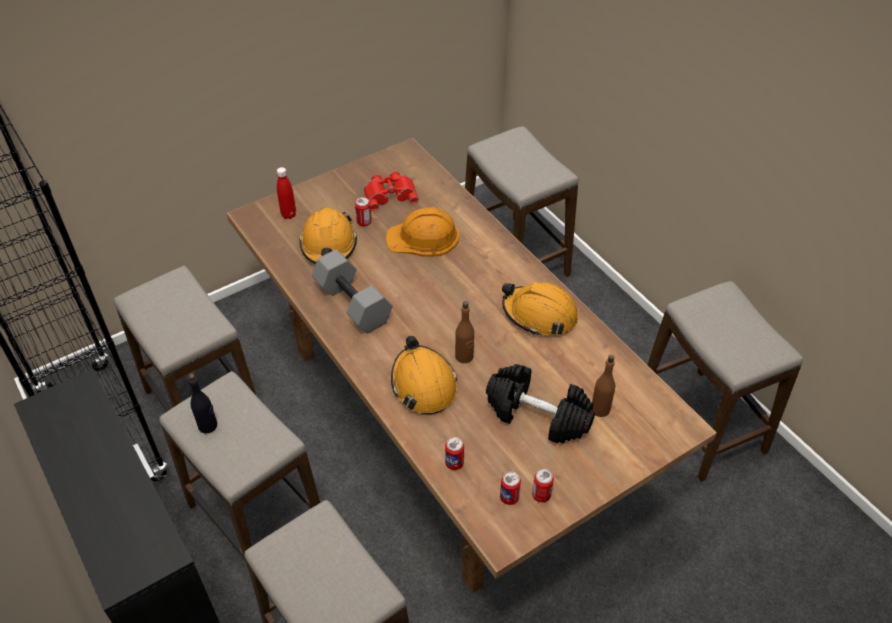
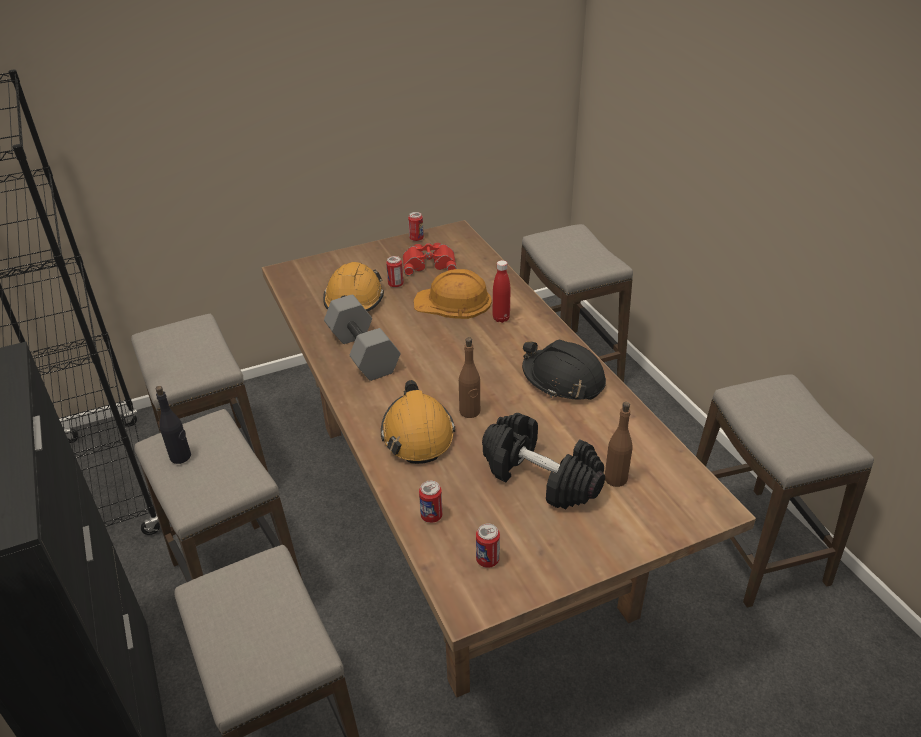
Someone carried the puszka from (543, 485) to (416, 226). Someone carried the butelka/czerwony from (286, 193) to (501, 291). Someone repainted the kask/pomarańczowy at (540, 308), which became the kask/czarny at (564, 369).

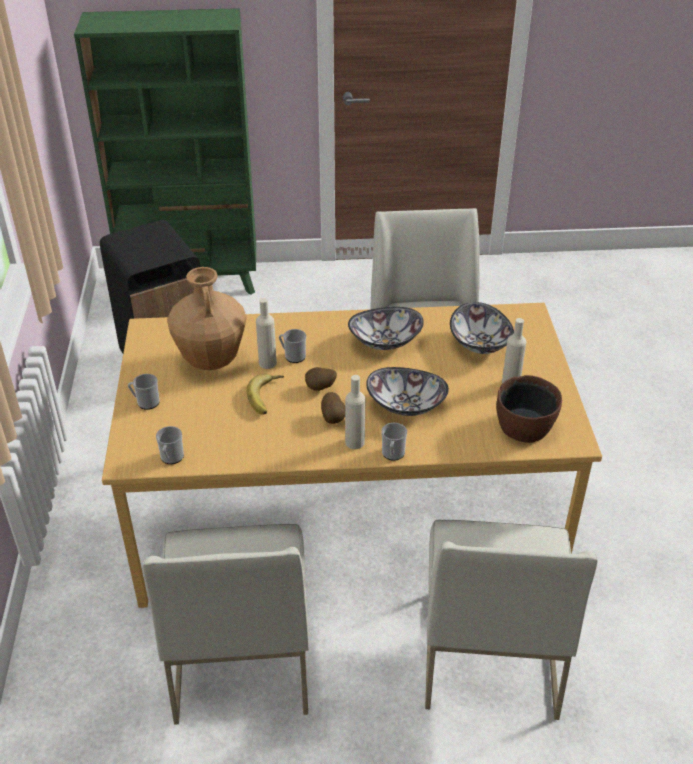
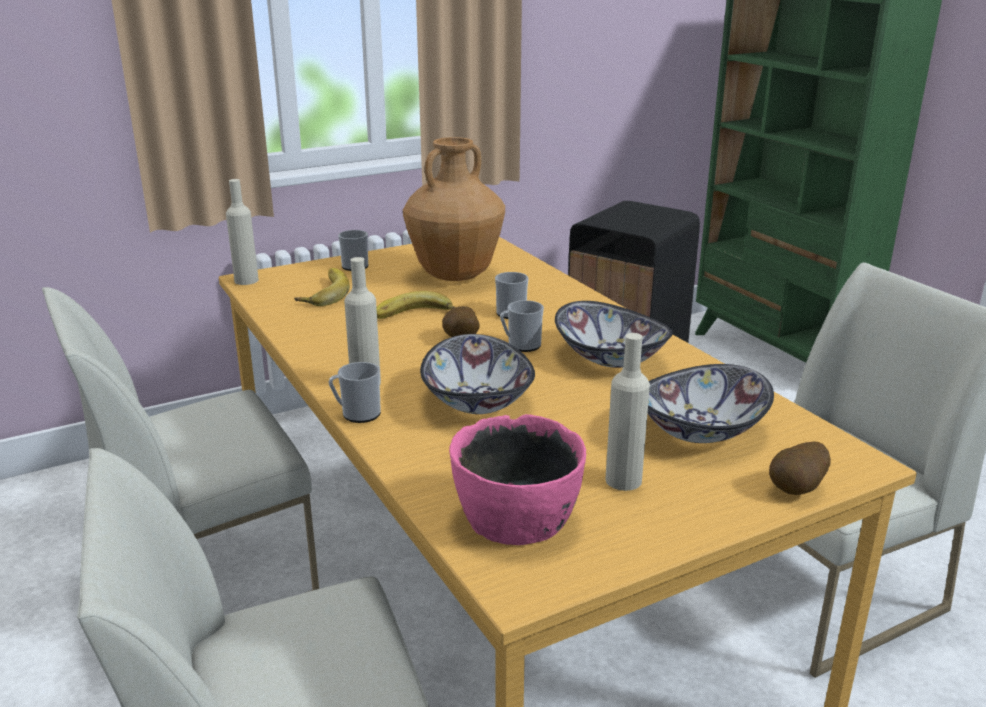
Someone carried the butelka/beżowy from (266, 333) to (242, 232). Someone put down the banan at (322, 287). Someone repainted the miska/brązowy at (529, 409), which became the miska/różowy at (517, 479). Someone carried the kubek from (170, 445) to (522, 326). Someone carried the ziemniak from (333, 408) to (800, 468).

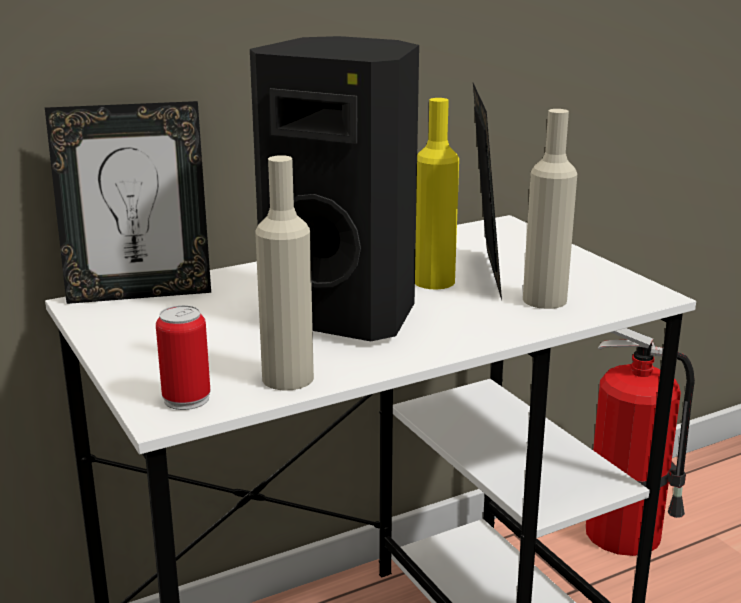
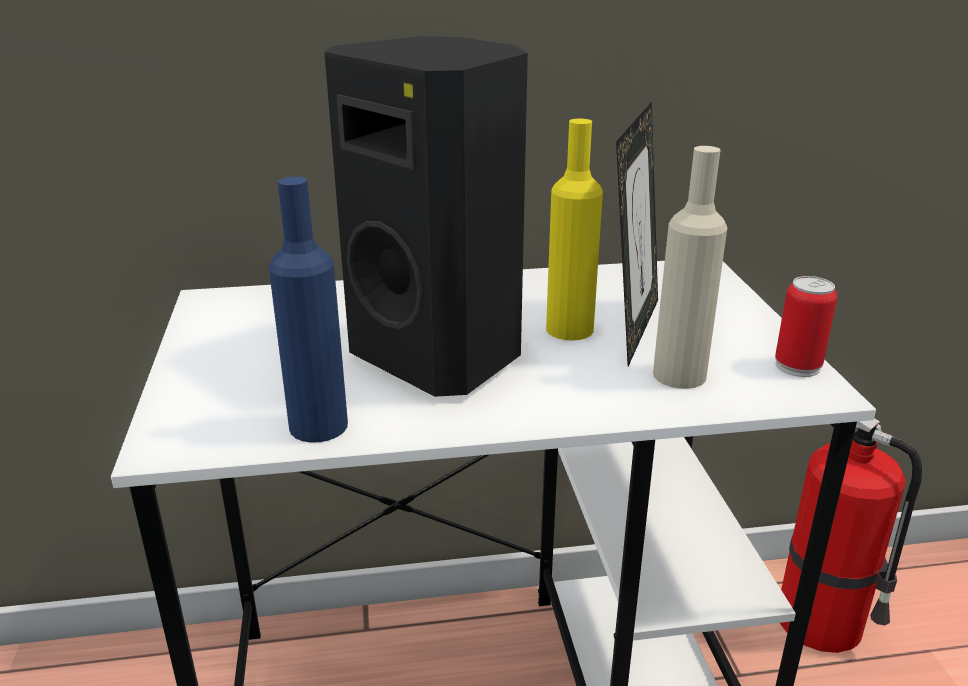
Someone repainted the butelka/beżowy at (284, 273), which became the butelka/niebieski at (308, 309). Someone carried the puszka from (183, 357) to (806, 326). Someone took away the ramka na zdjęcie at (128, 202).

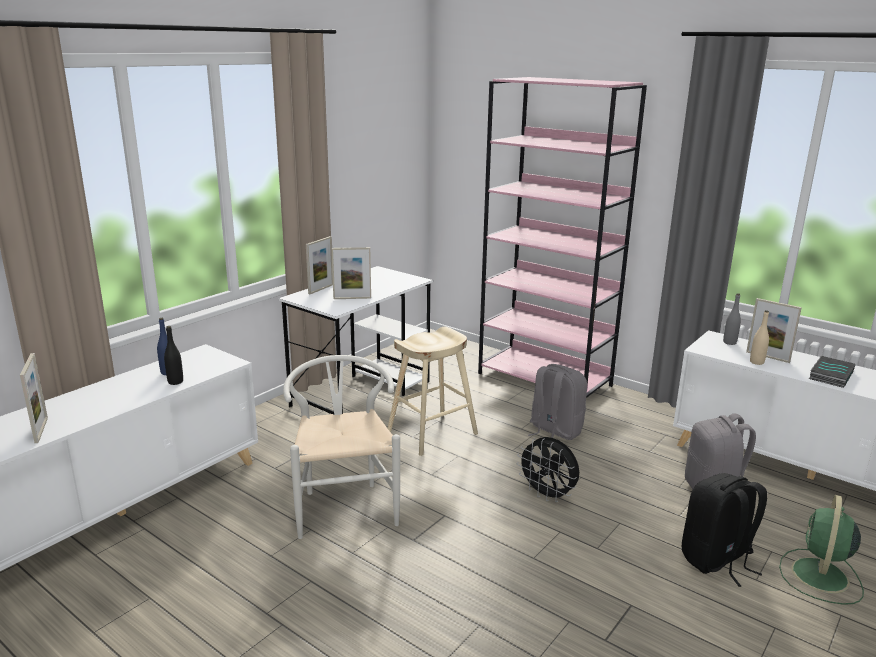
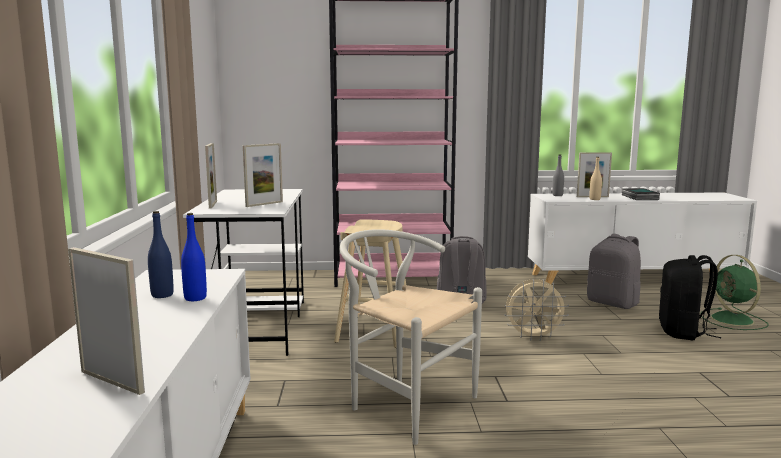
Someone repainted the butelka/czarny at (173, 355), which became the butelka/niebieski at (194, 257). Someone repainted the wentylator/czarny at (548, 469), which became the wentylator/beżowy at (536, 310).

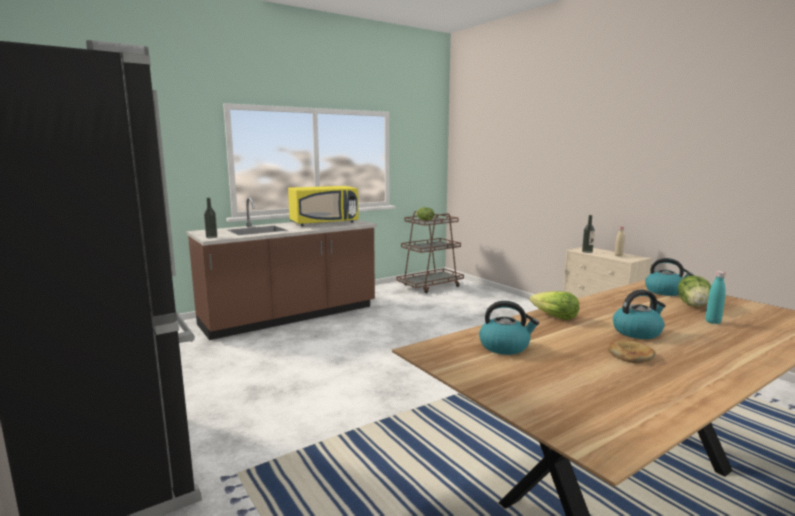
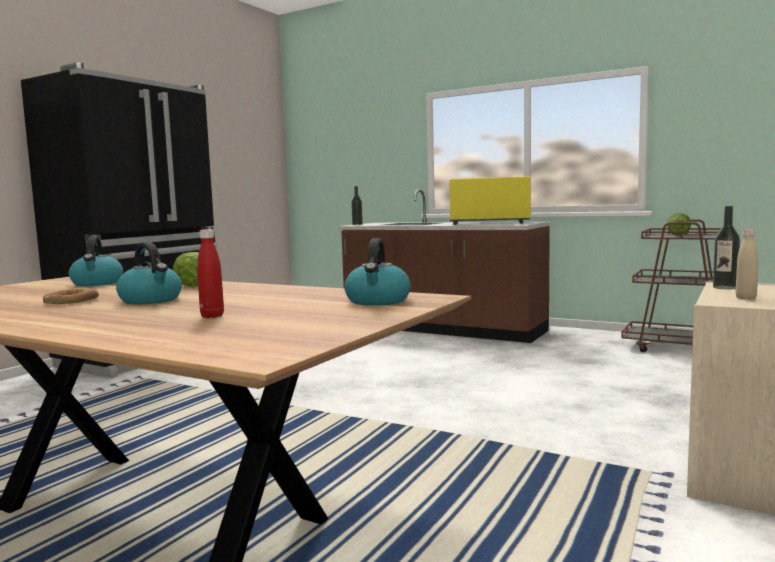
Someone repainted the butelka/turkusowy at (715, 297), which became the butelka/czerwony at (210, 273). Someone rotated the mikrofalówka/żółty at (323, 206) by 150 degrees clockwise. Someone took away the sałata at (694, 291).

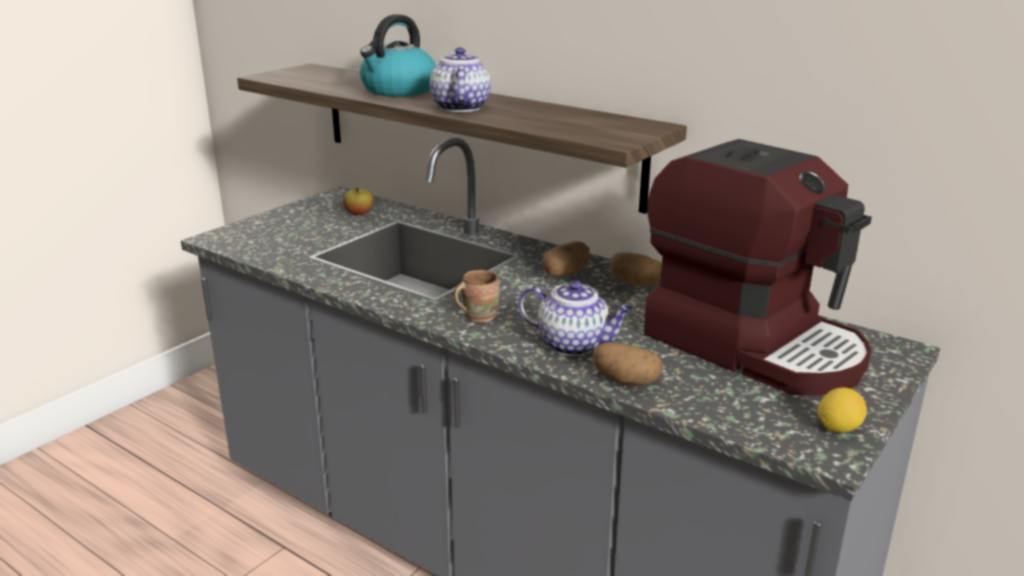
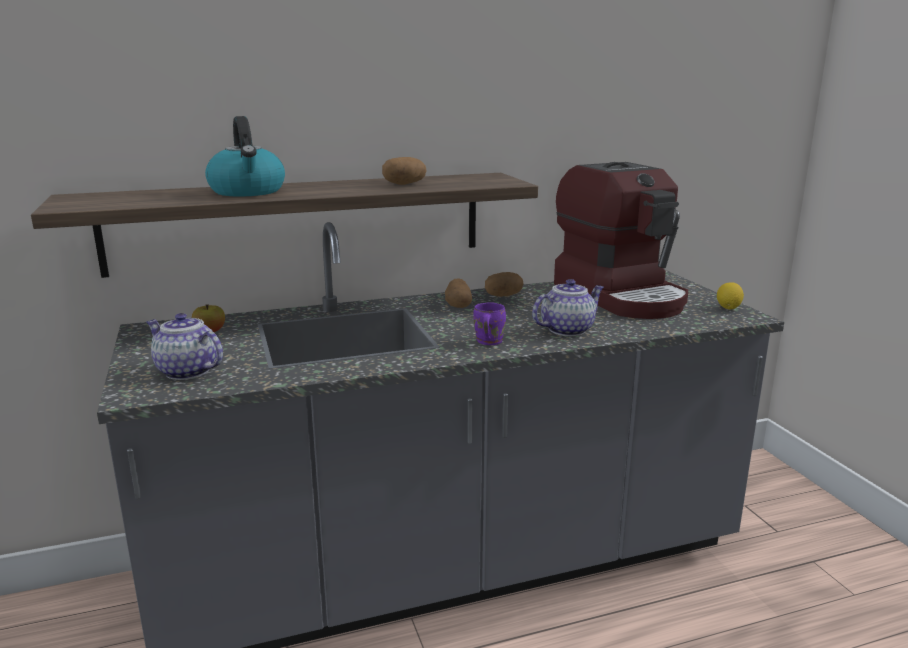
Someone carried the imbryk from (460, 79) to (184, 346). Someone carried the ziemniak from (627, 364) to (404, 171). Someone repainted the kubek/brązowy at (477, 296), which became the kubek/fioletowy at (489, 323). Someone rotated the ekspres do kawy at (758, 267) by 75 degrees clockwise.

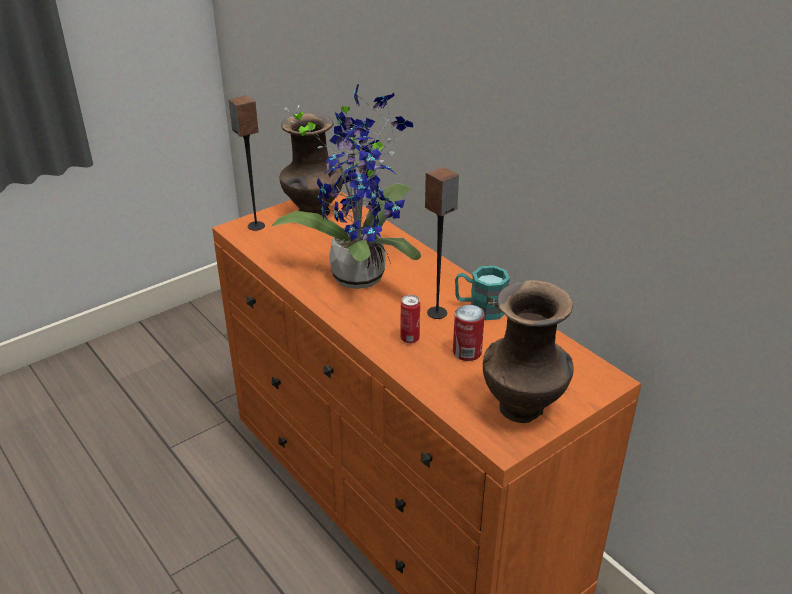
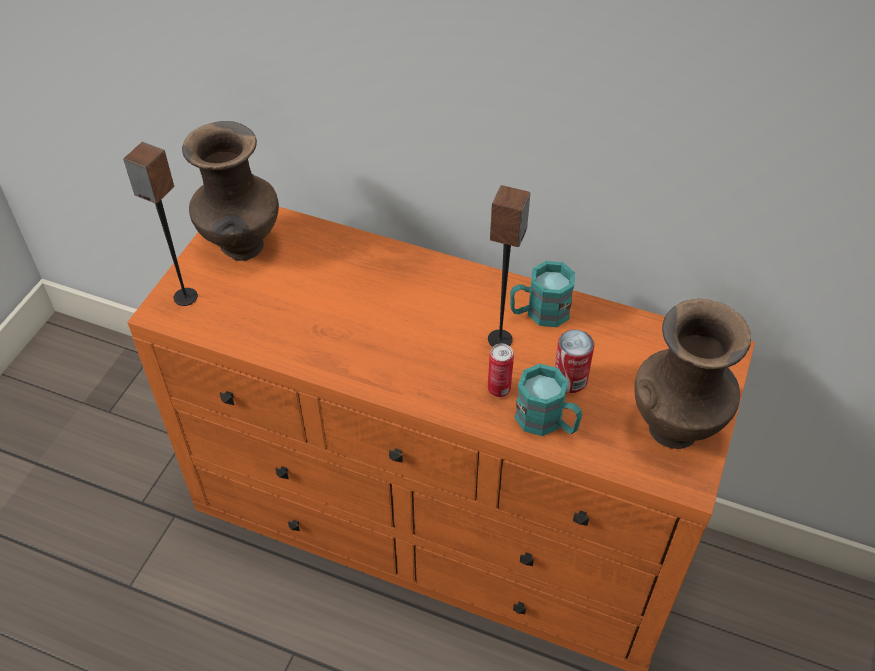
Someone put down the kubek/turkusowy at (548, 400). Someone took away the roślina doniczkowa at (346, 186).

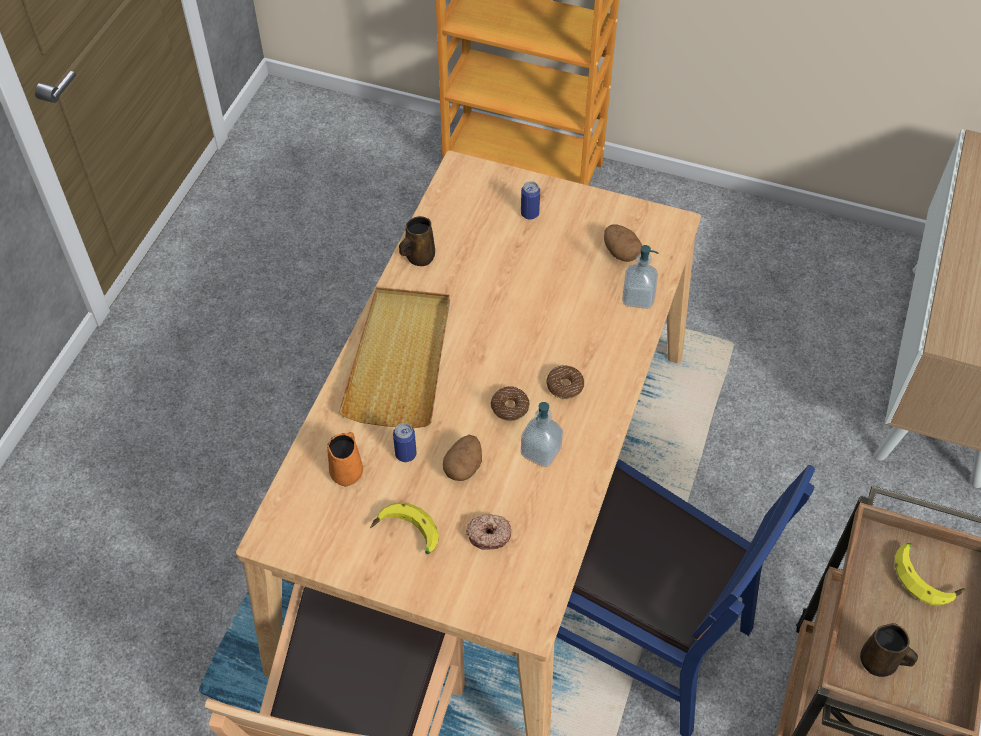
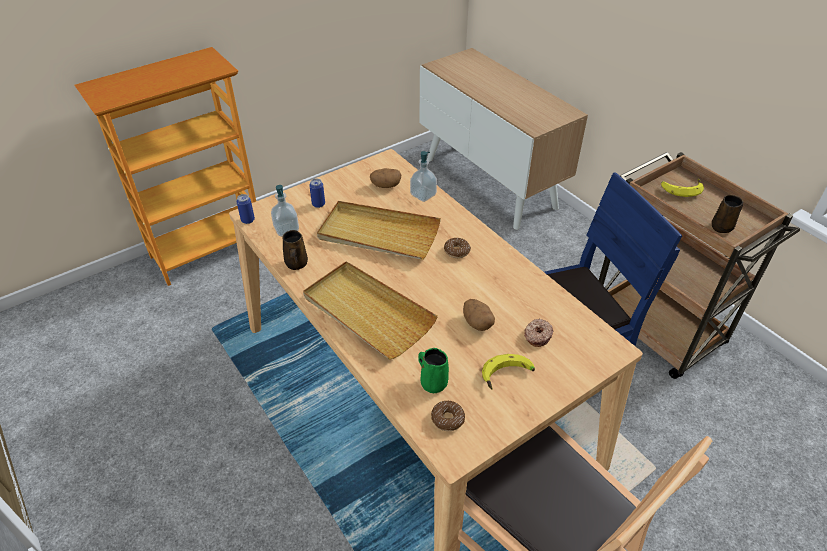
Someone carried the puszka from (405, 442) to (245, 209). Someone carried the dozownik mydła from (542, 434) to (285, 211). Someone put down the taca/beżowy at (379, 230). Someone repainted the kubek/pomarańczowy at (345, 459), which became the kubek/zielony at (433, 370). Someone carried the donut from (510, 403) to (448, 416).

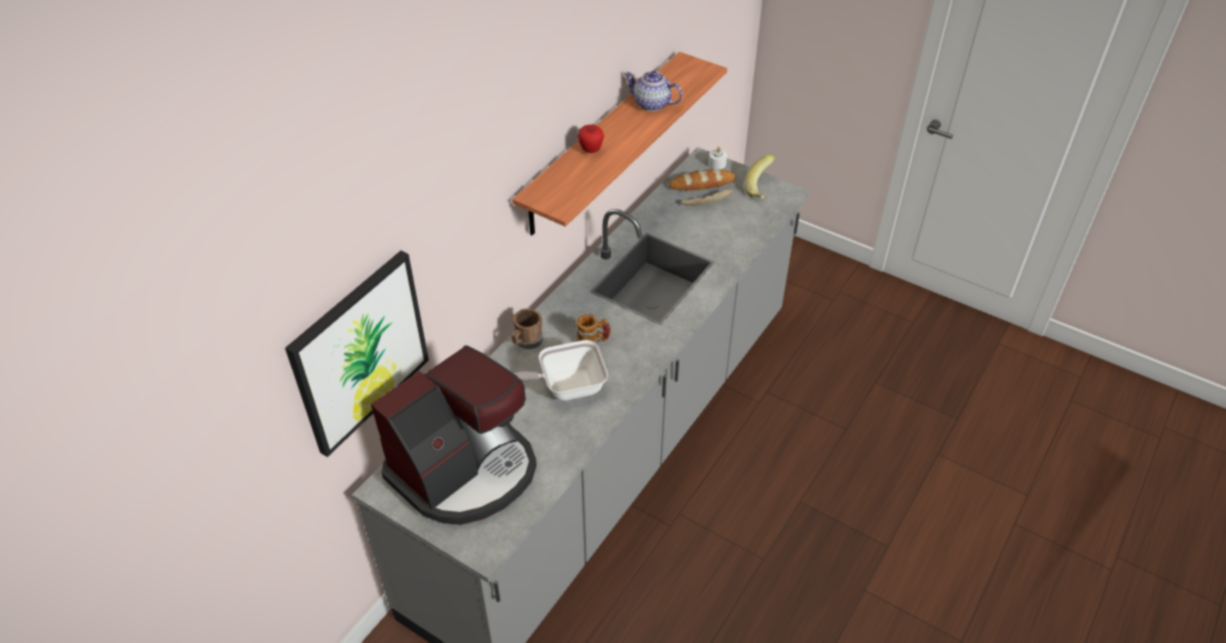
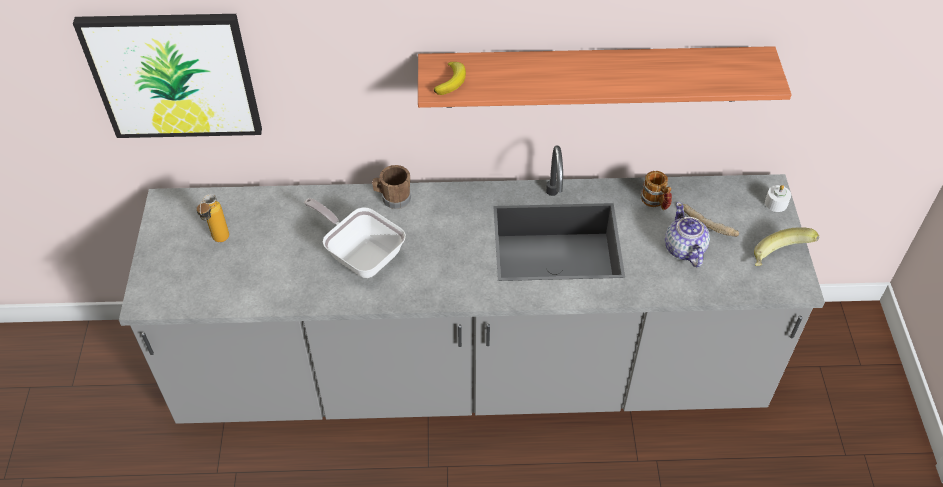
Someone swapped the ekspres do kawy at (454, 435) for the butelka at (213, 218). Someone put down the banan at (450, 78). Someone carried the kubek from (593, 329) to (656, 190). Someone carried the imbryk from (653, 91) to (687, 234). Someone took away the jabłko at (591, 139). Someone took away the chleb at (702, 179).

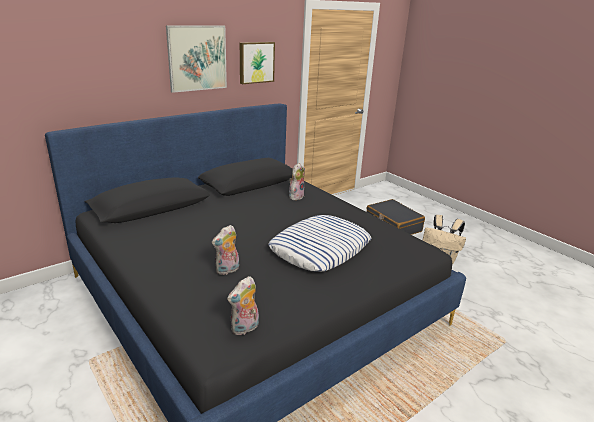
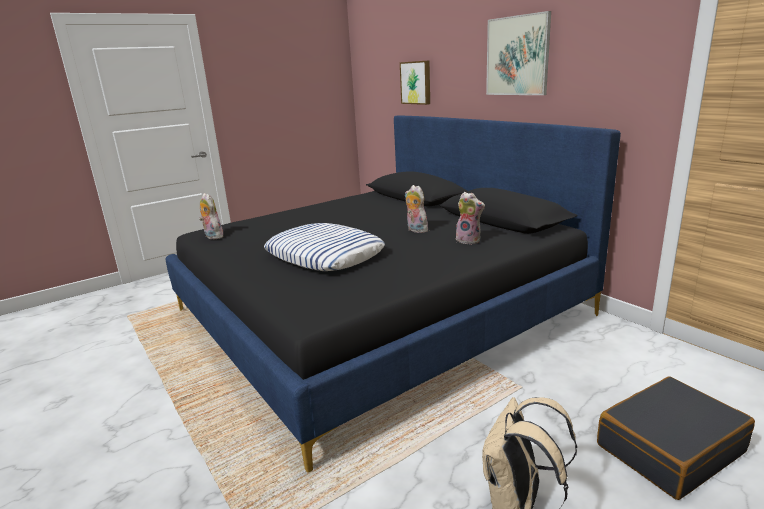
Someone carried the obraz from (257, 63) to (415, 82). Someone carried the pluszak from (225, 250) to (417, 209).

